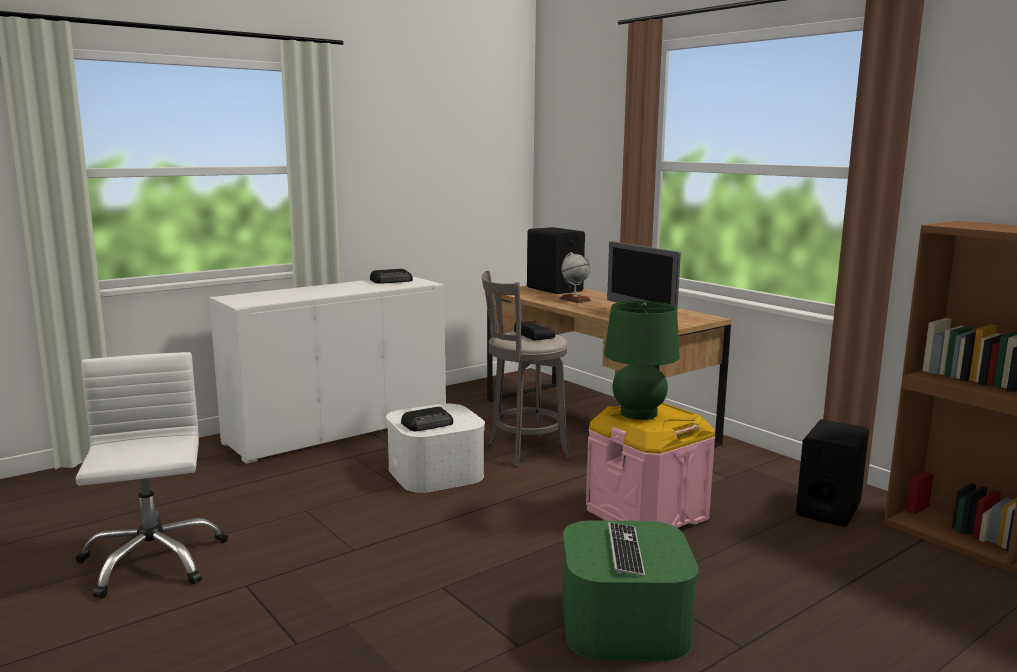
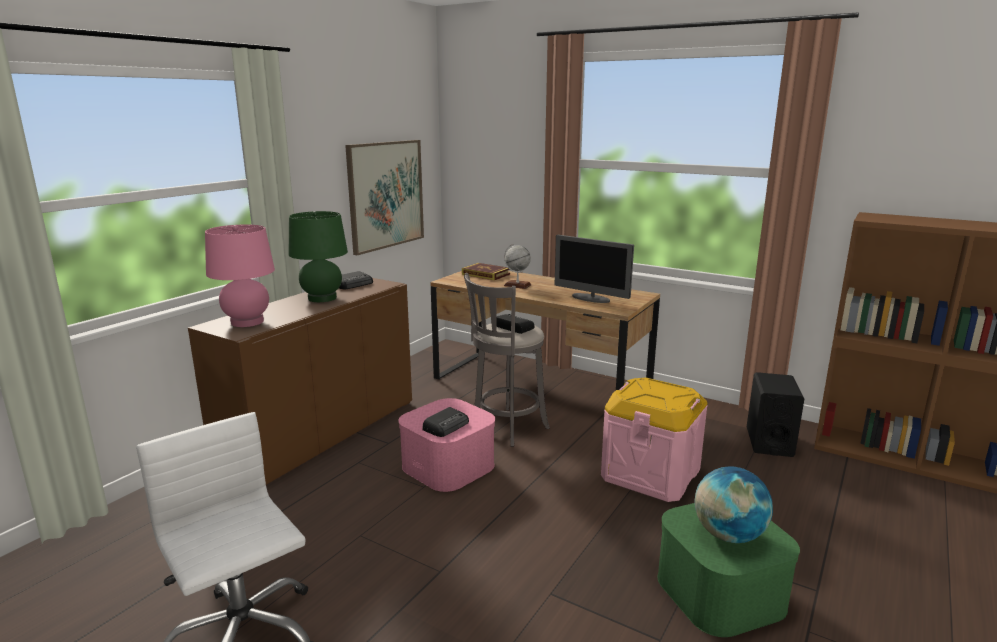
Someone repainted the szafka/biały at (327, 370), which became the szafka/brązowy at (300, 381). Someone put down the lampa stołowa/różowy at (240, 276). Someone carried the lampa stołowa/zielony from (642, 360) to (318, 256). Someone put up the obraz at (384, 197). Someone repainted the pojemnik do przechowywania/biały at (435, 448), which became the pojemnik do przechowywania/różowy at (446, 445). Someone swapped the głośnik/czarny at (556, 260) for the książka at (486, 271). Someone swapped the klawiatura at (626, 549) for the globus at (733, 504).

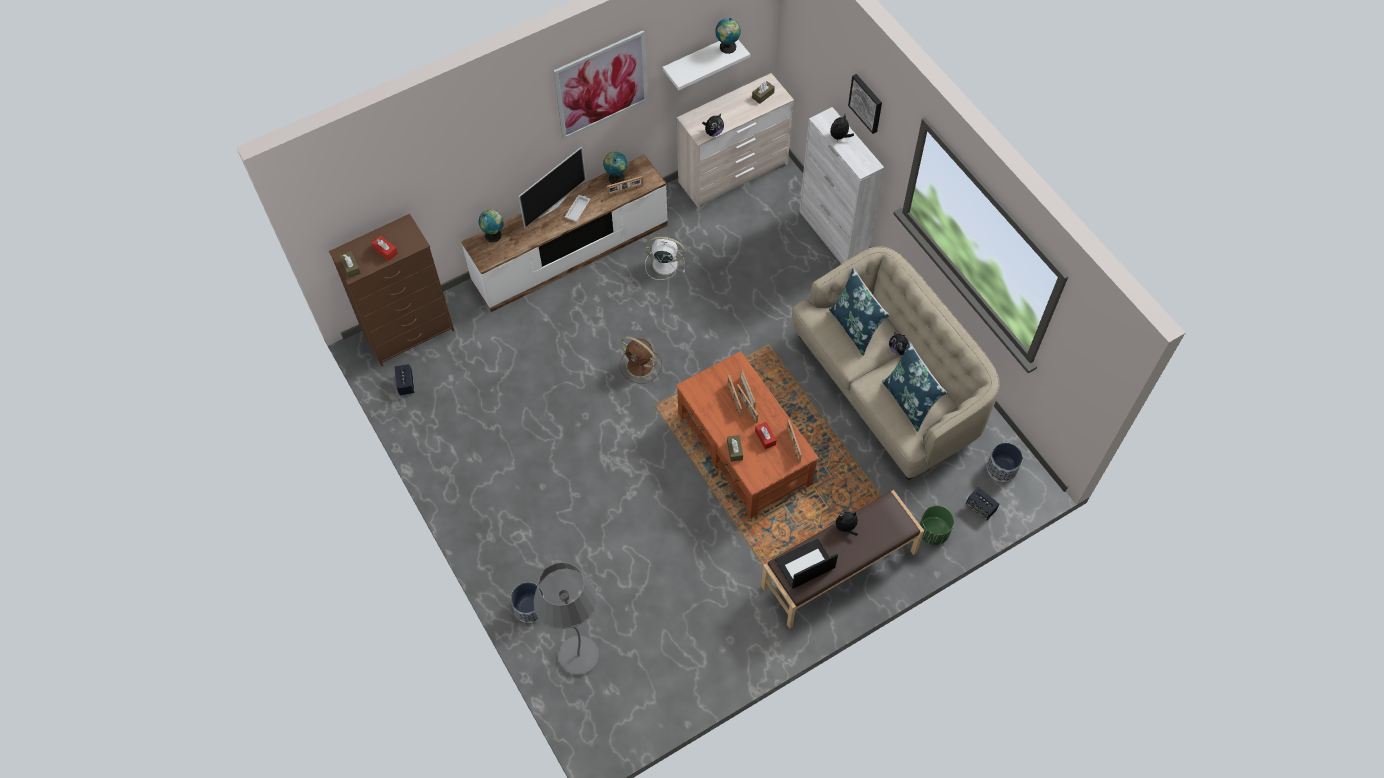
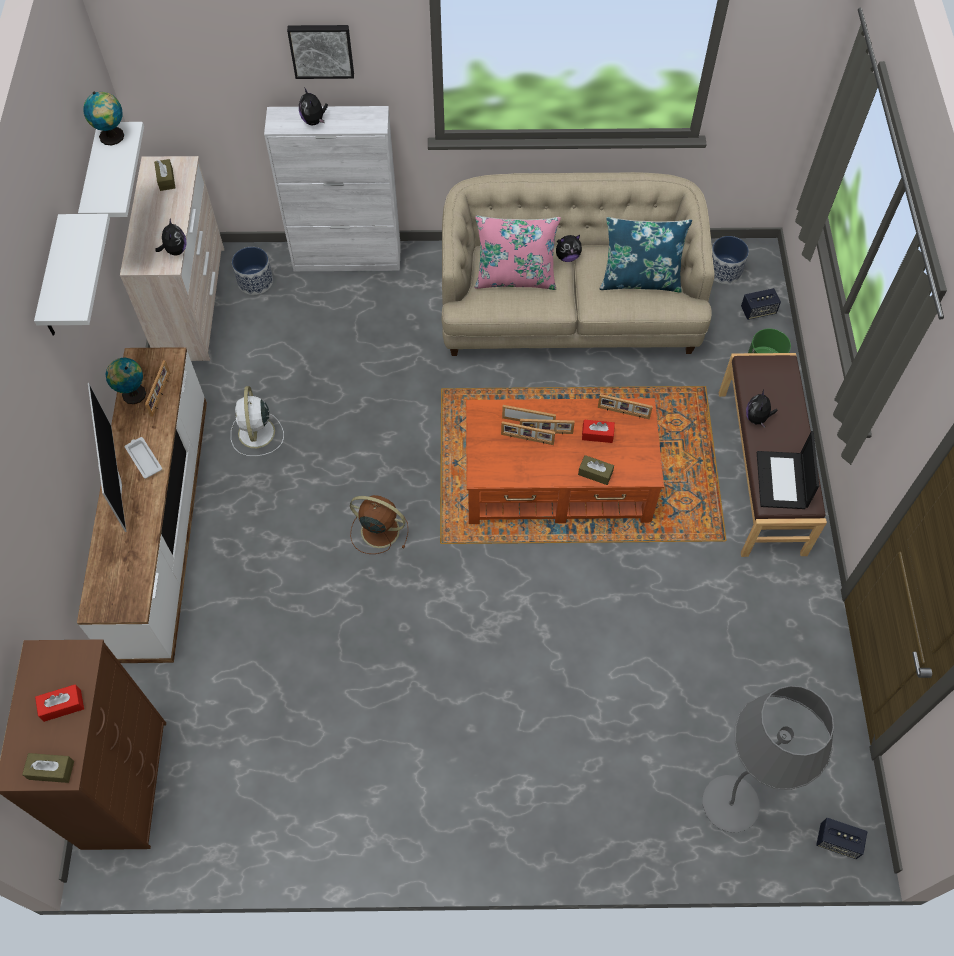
Someone swapped the obraz at (600, 84) for the półka/biały at (72, 275). Someone rotated the wentylator/biały at (665, 258) by 45 degrees counterclockwise. Someone carried the donica from (527, 602) to (252, 271). Someone rotated the wentylator/brązowy at (641, 360) by 135 degrees counterclockwise. Someone repainted the poduszka/niebieski at (859, 312), which became the poduszka/różowy at (518, 252). Someone carried the głośnik from (405, 379) to (841, 838). Someone took away the globus at (491, 225).

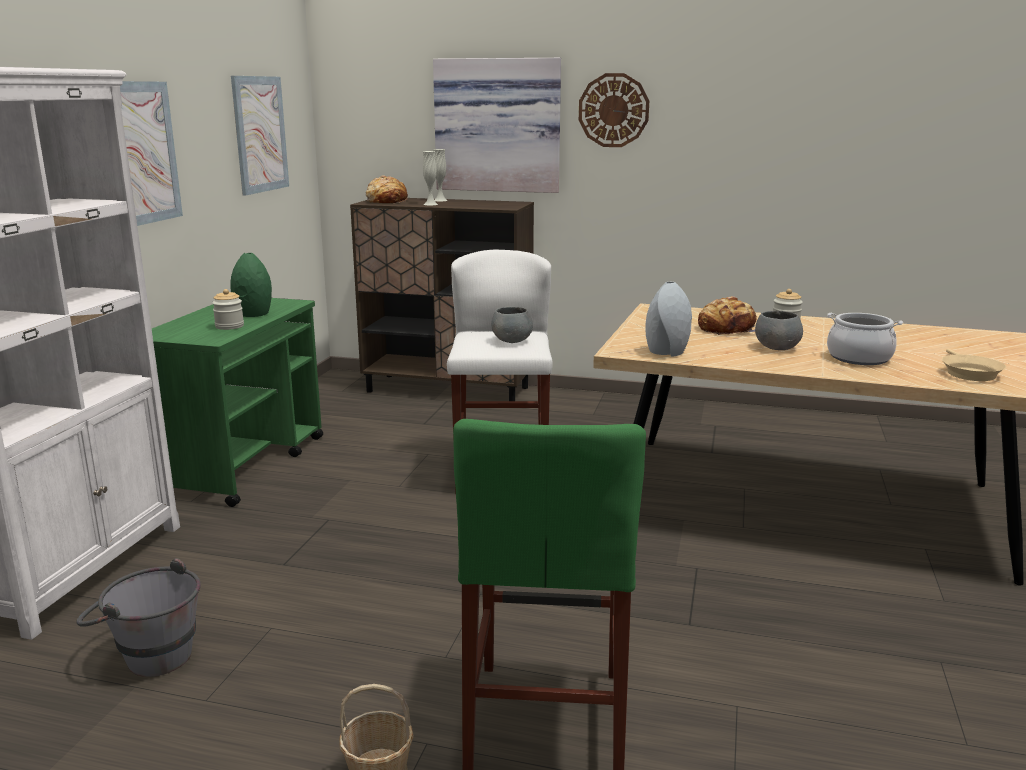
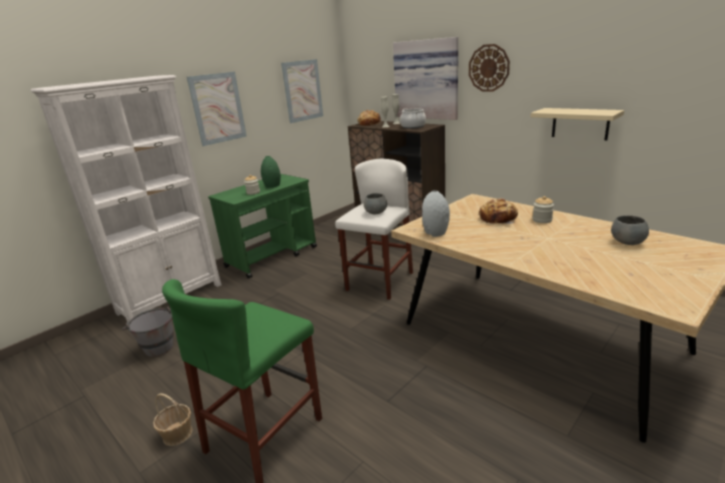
Someone carried the garnek from (865, 339) to (413, 118). Someone put up the półka/beżowy at (577, 124). Someone carried the miska/szary from (779, 330) to (630, 230). Someone took away the patelnia/beżowy at (974, 365).

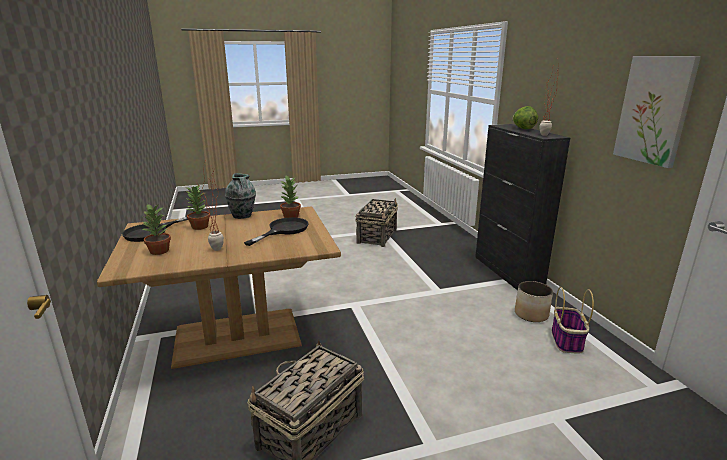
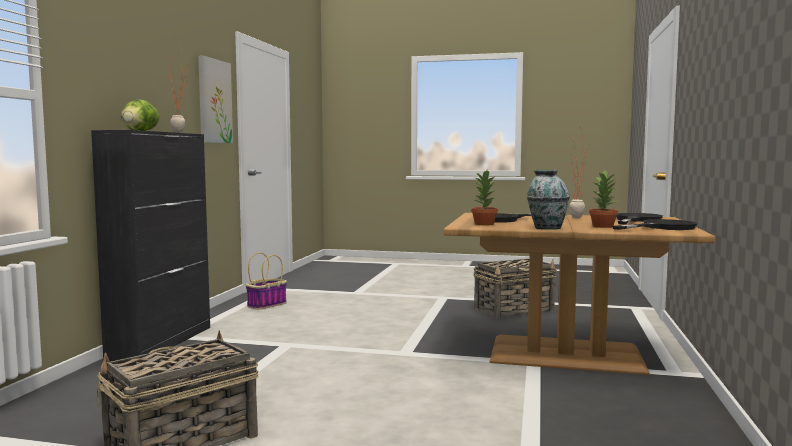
Someone swapped the roślina doniczkowa at (156, 229) for the patelnia/czarny at (639, 219). Someone took away the donica at (534, 301).

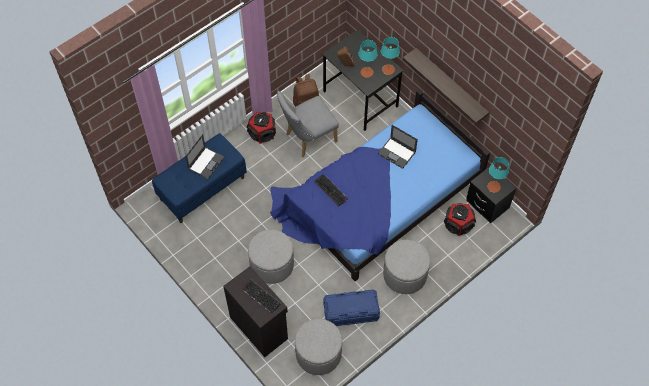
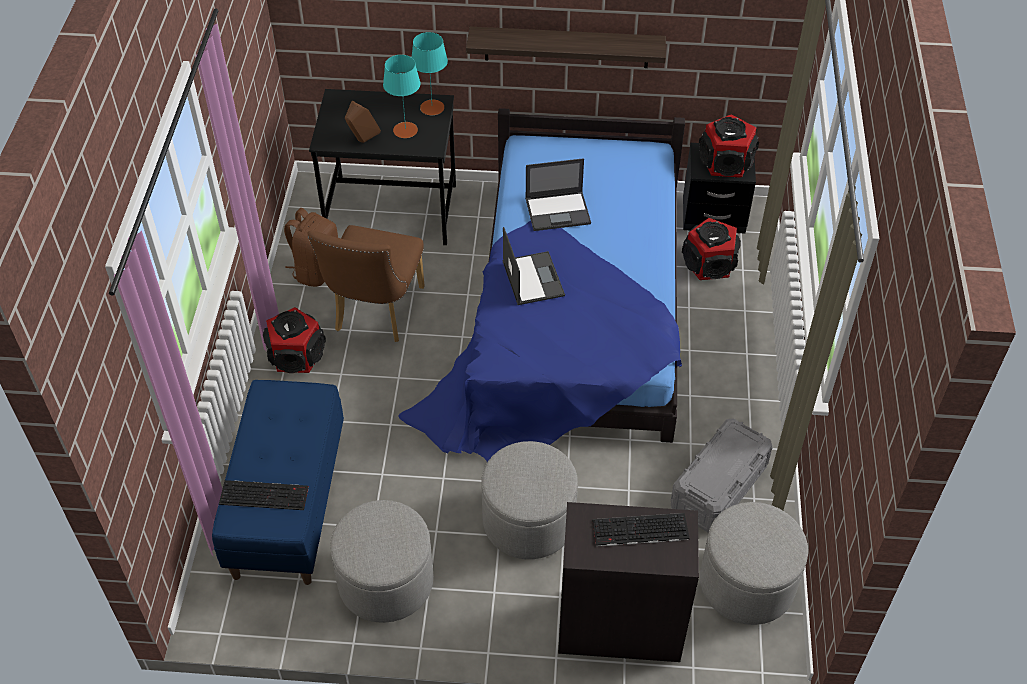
Someone carried the klawiatura from (331, 190) to (264, 495). Someone repainted the krzesło/szary at (308, 124), which became the krzesło/brązowy at (366, 283). Someone carried the pufa/szary from (406, 267) to (382, 561). Someone carried the laptop from (205, 156) to (534, 266). Someone repainted the pojemnik do przechowywania/niebieski at (351, 307), which became the pojemnik do przechowywania/szary at (722, 476). Someone swapped the lampa stołowa/turkusowy at (498, 174) for the głośnik at (729, 146).

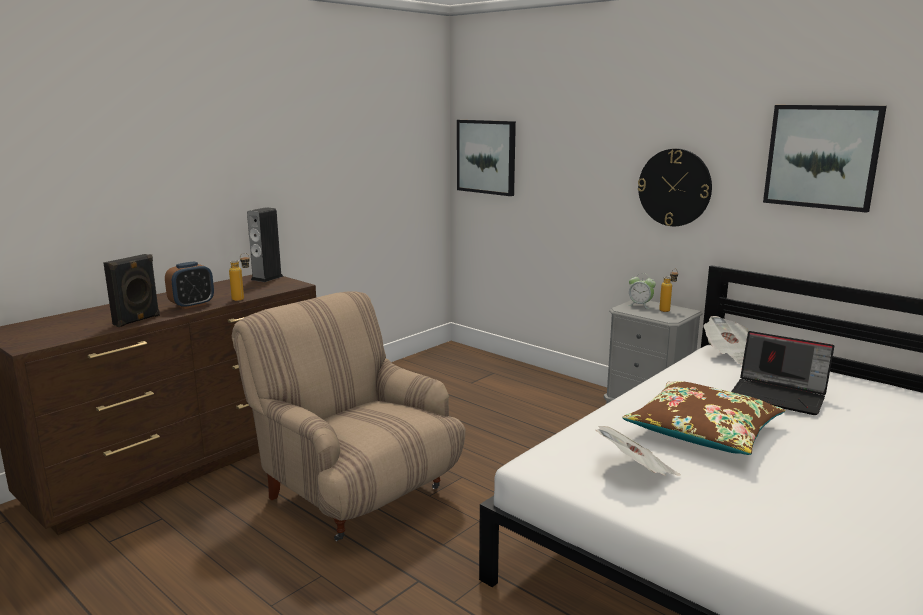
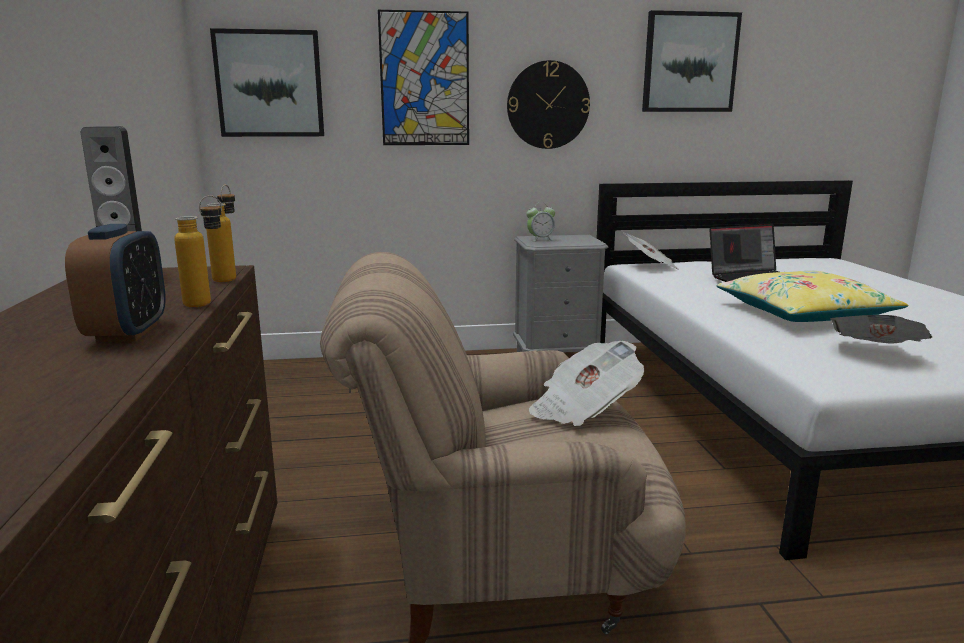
Someone carried the butelka from (668, 290) to (221, 233). Someone put up the obraz at (423, 77). Someone put down the gazeta at (586, 383). Someone repainted the poduszka/brązowy at (703, 418), which became the poduszka/żółty at (812, 296). Someone took away the głośnik/czarny at (131, 290).

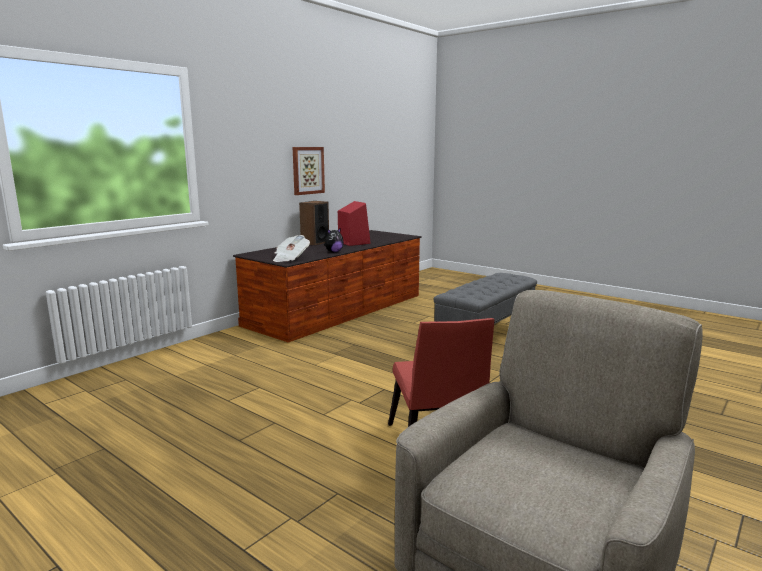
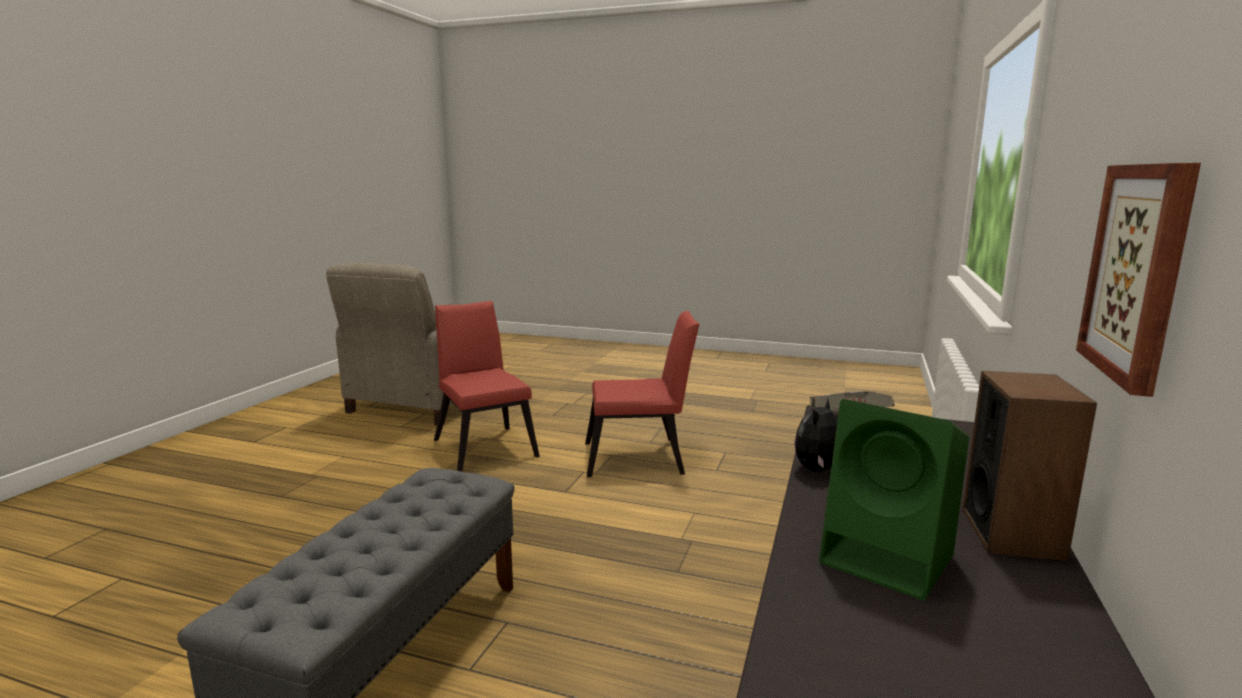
Someone put down the krzesło/czerwony at (642, 394). Someone repainted the głośnik/czerwony at (354, 223), which became the głośnik/zielony at (894, 500).

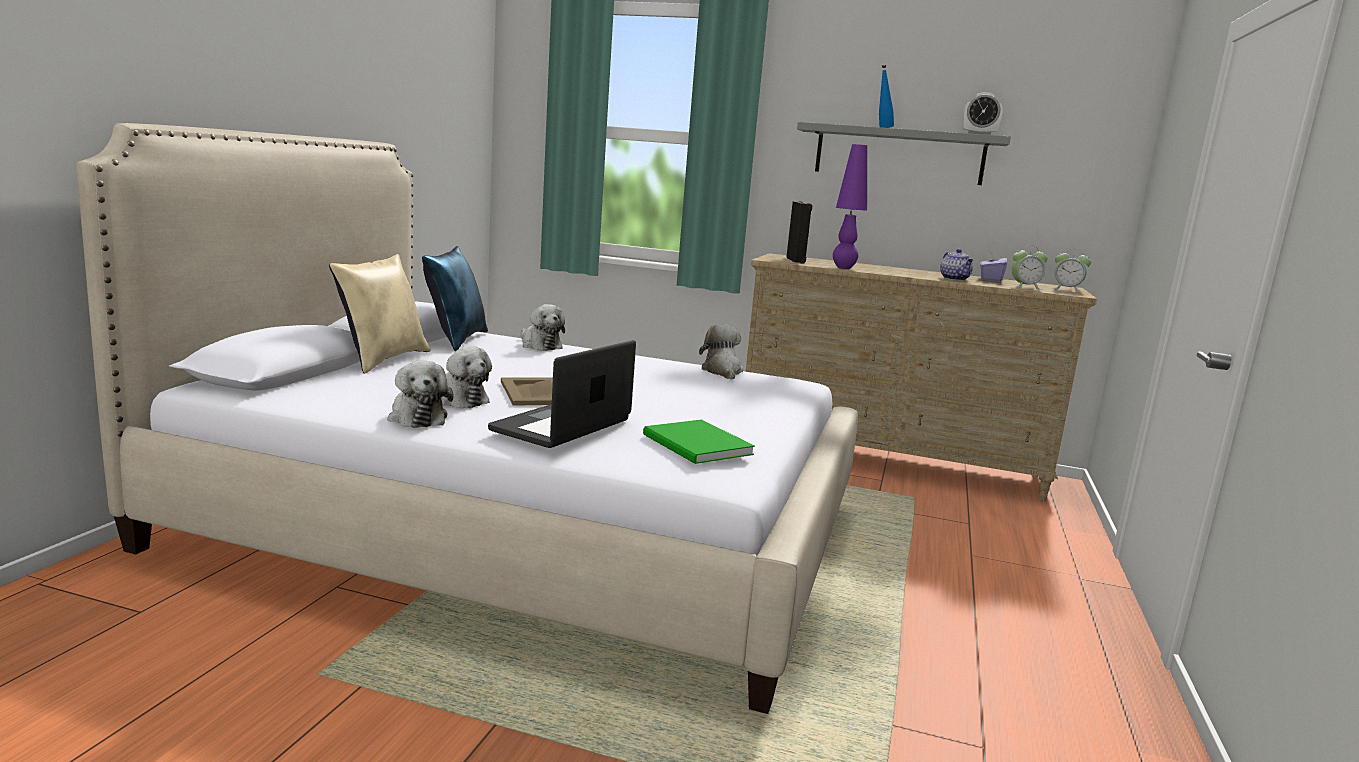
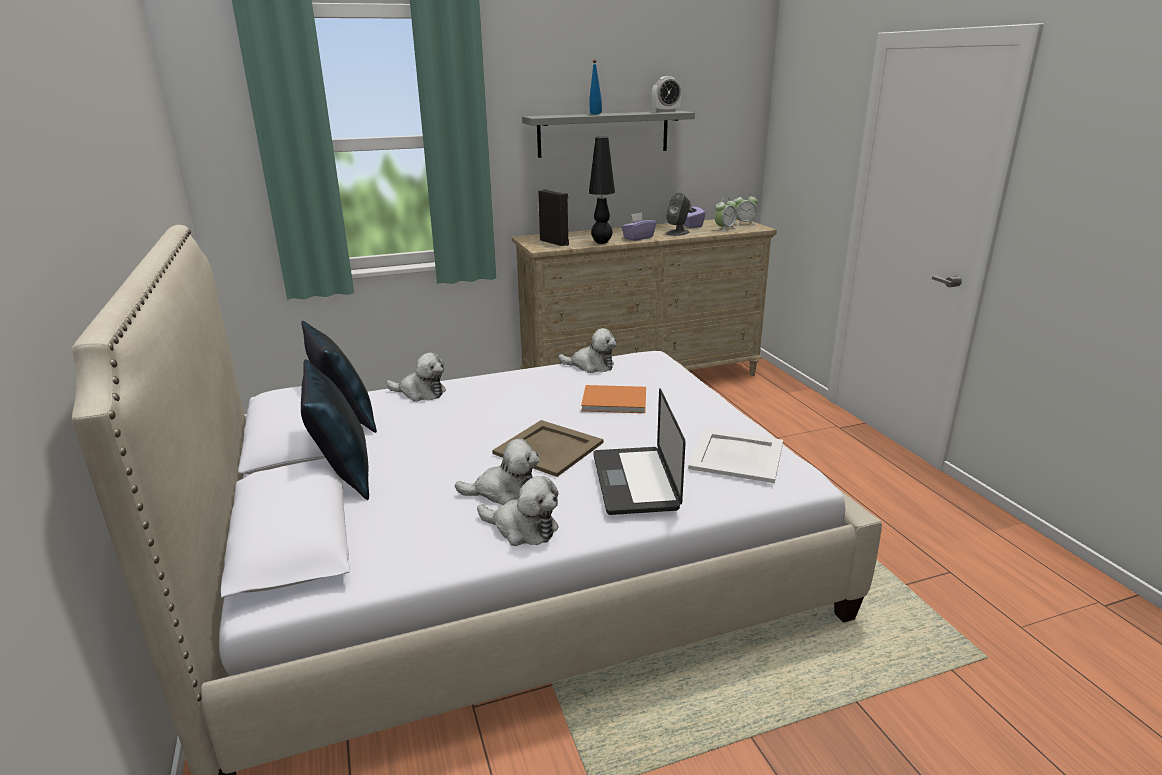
Someone repainted the poduszka/beżowy at (380, 314), which became the poduszka/niebieski at (335, 429). Someone rotated the pluszak at (721, 352) by 150 degrees clockwise. Someone put down the książka/pomarańczowy at (613, 399). Someone repainted the lampa stołowa/fioletowy at (850, 206), which became the lampa stołowa/czarny at (602, 190). Someone put down the pudełko chusteczek/fioletowy at (638, 226). Someone swapped the imbryk at (956, 265) for the głośnik/szary at (678, 214). Someone swapped the książka/zielony at (699, 442) for the taca/biały at (735, 455).

